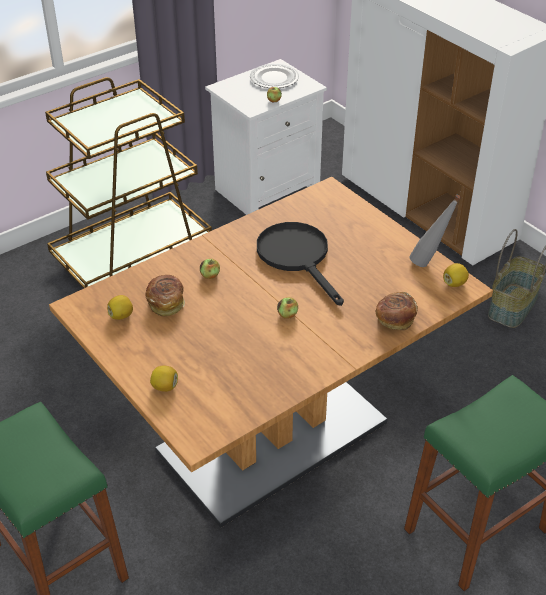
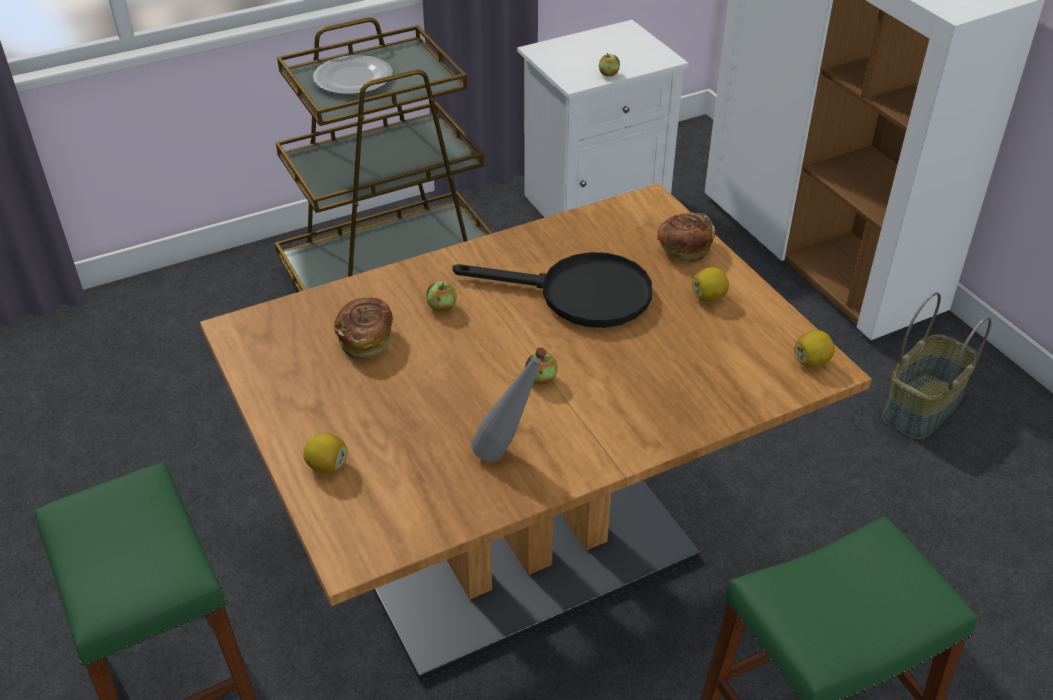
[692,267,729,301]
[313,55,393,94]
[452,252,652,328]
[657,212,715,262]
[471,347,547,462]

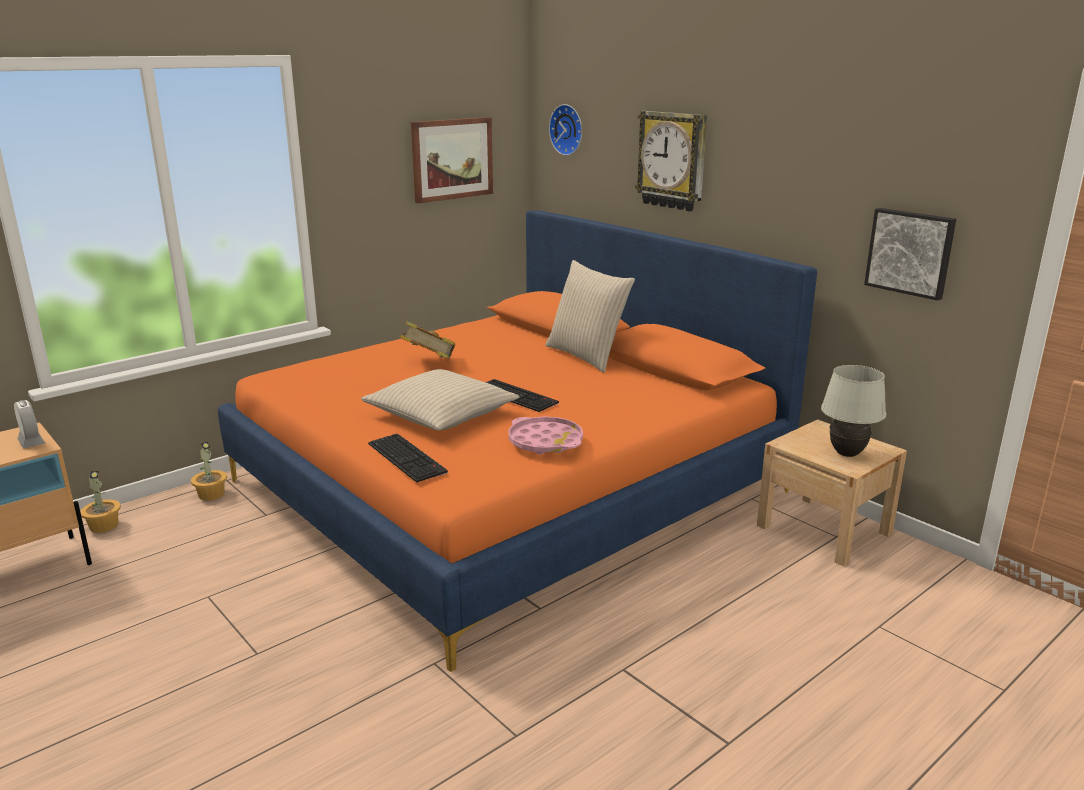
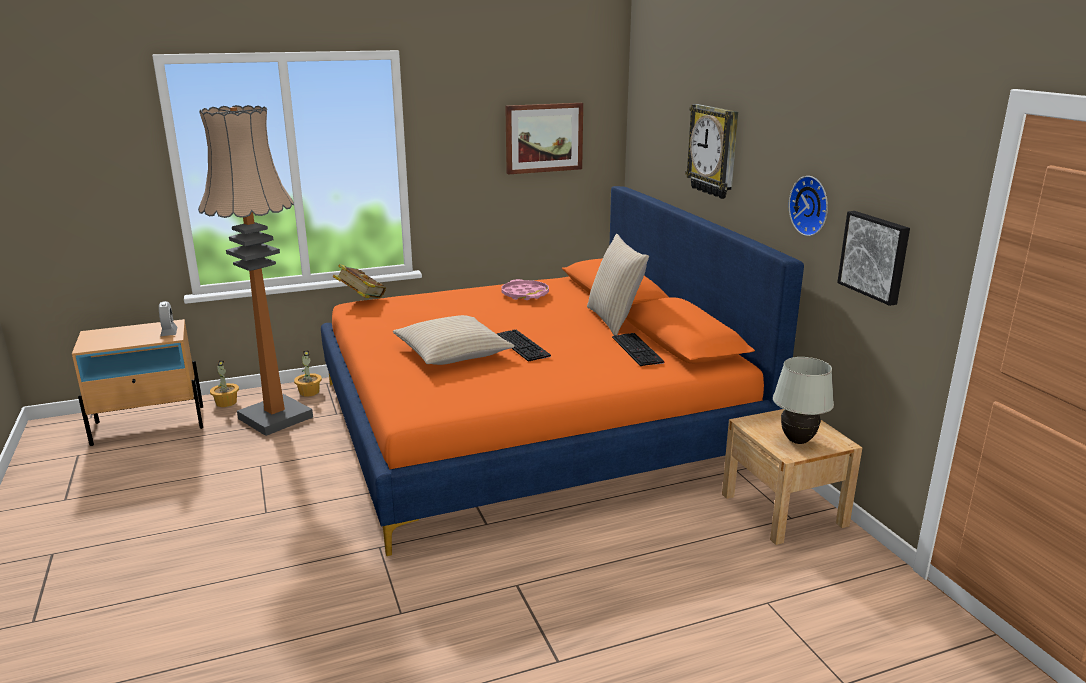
[612,333,664,366]
[333,264,386,298]
[501,279,549,300]
[789,176,828,236]
[198,105,313,436]

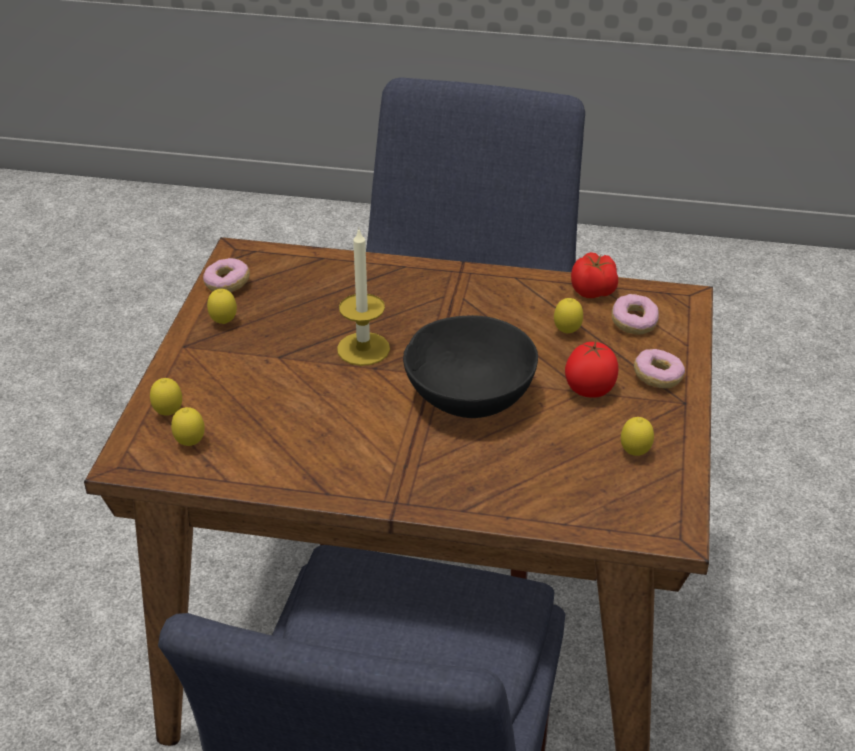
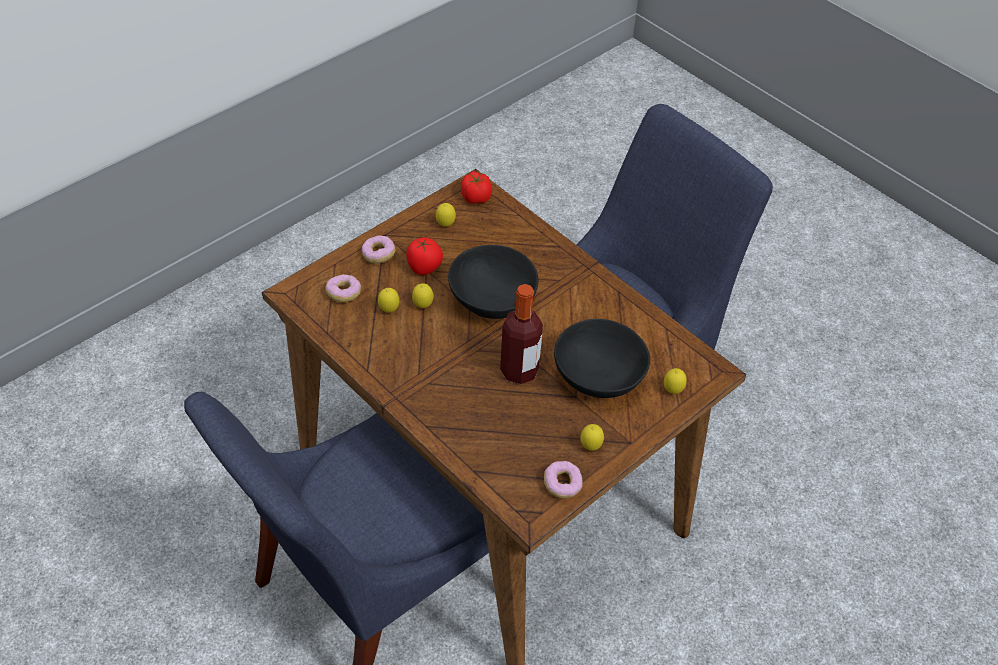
[412,283,434,308]
[500,284,543,384]
[461,171,492,204]
[554,319,650,398]

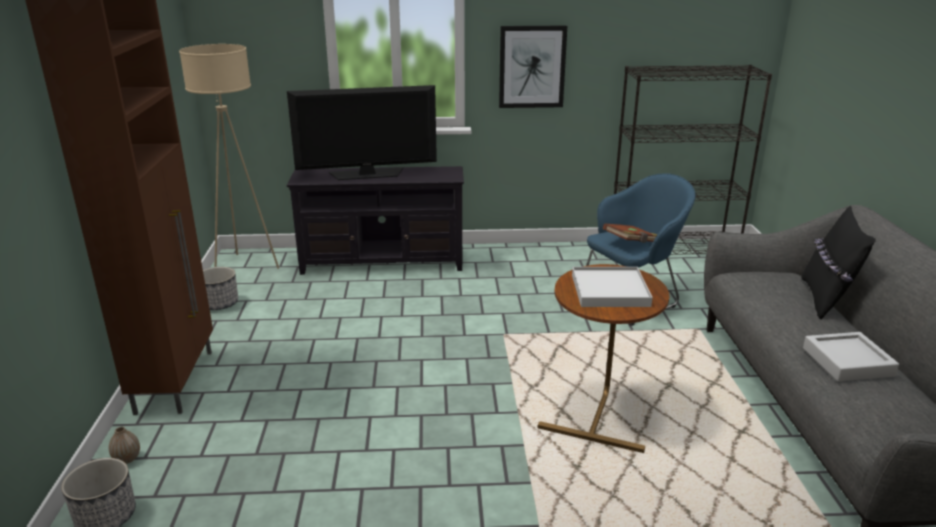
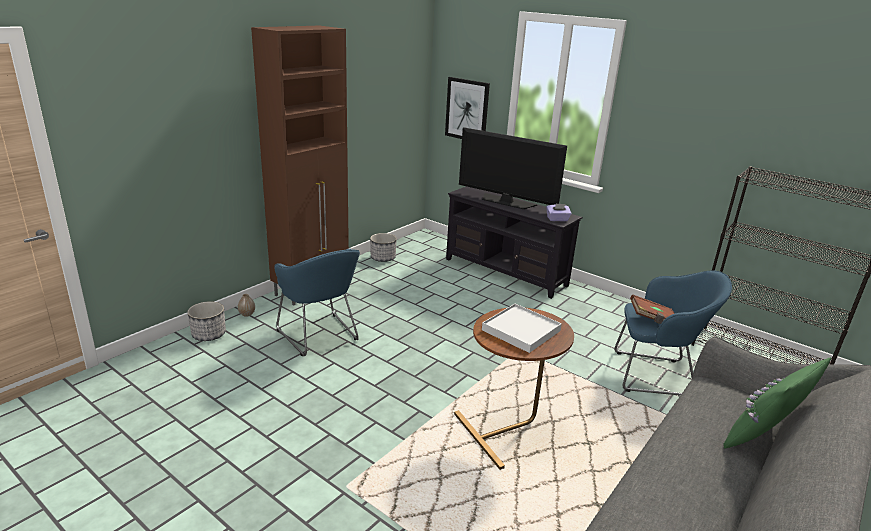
[179,44,279,269] (first image)
[445,77,490,139]
[723,358,831,448]
[803,332,899,381] (first image)
[274,248,360,356]
[546,204,572,221]

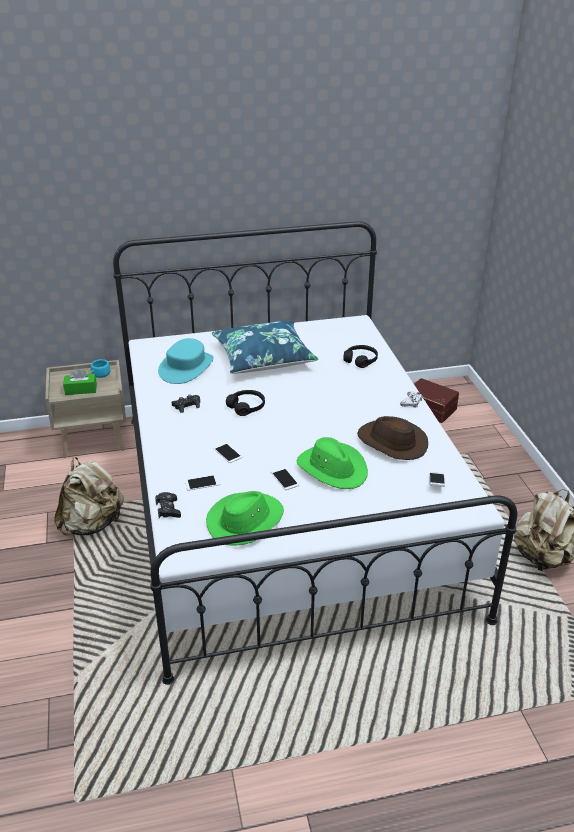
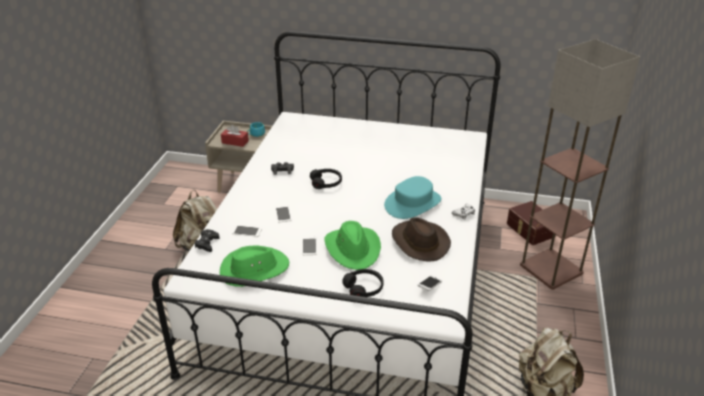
[221,125,249,147]
[384,176,442,219]
[212,321,318,374] (first image)
[342,269,383,297]
[520,39,640,290]

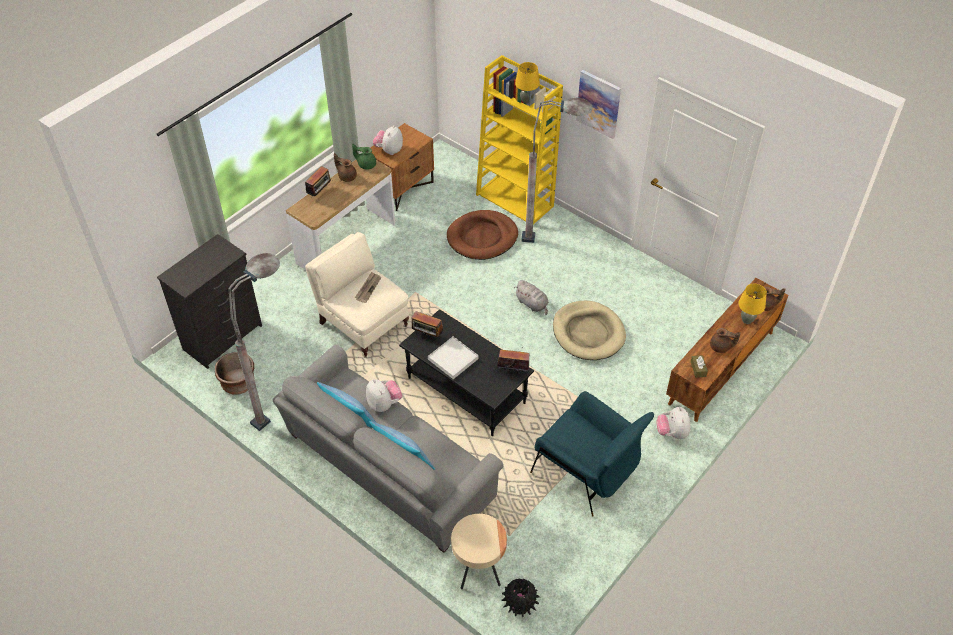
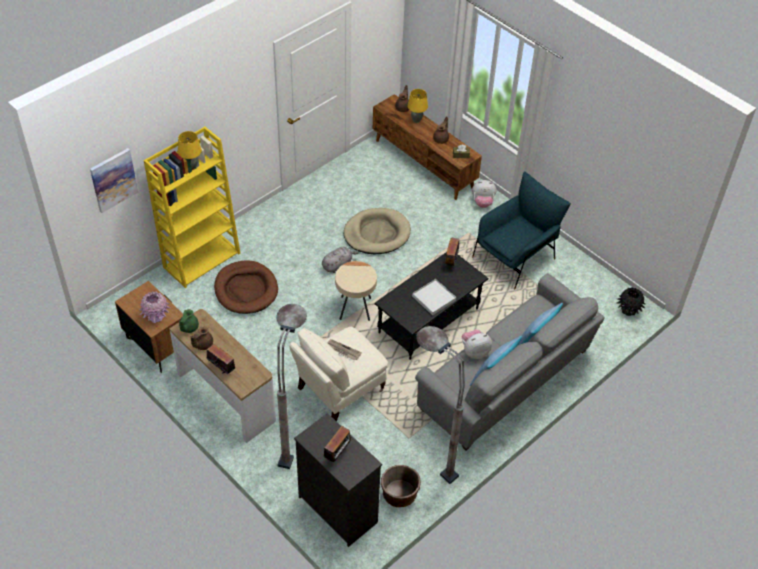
[139,292,170,323]
[324,426,353,462]
[335,261,377,321]
[276,304,307,469]
[90,148,138,213]

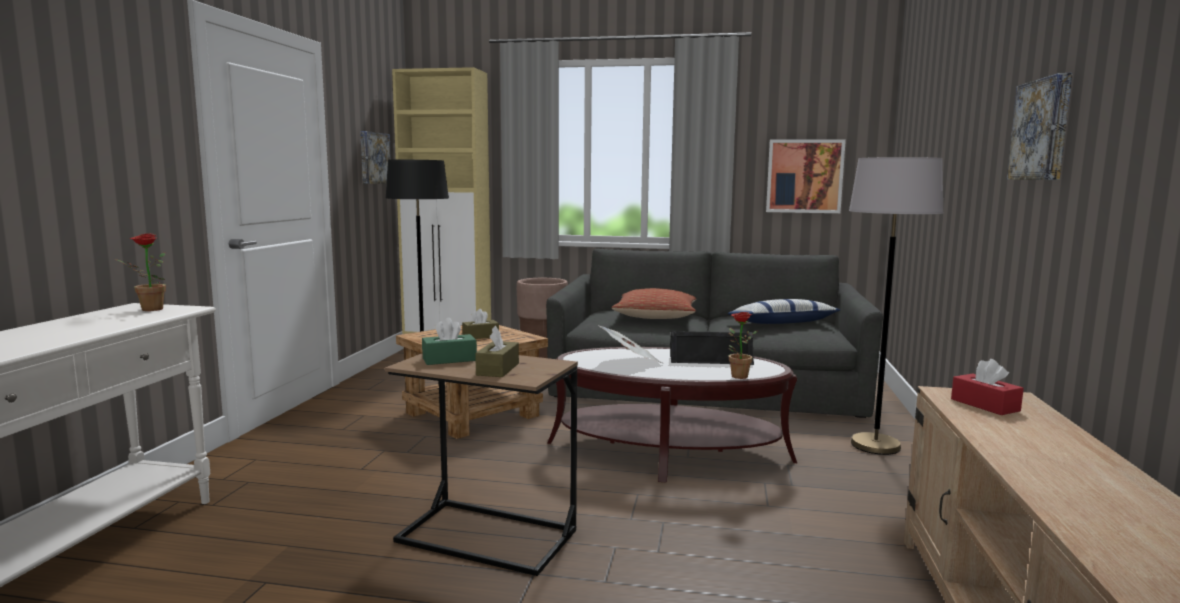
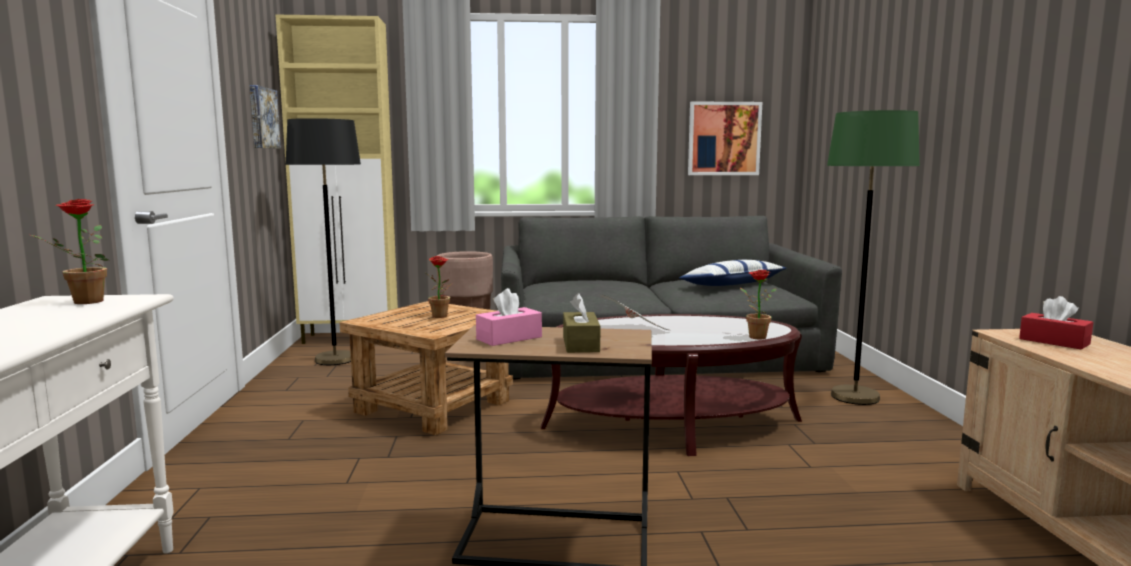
[476,288,542,346]
[426,256,451,318]
[612,288,697,319] (first image)
[670,330,754,365] (first image)
[827,110,920,405]
[1007,73,1073,180] (first image)

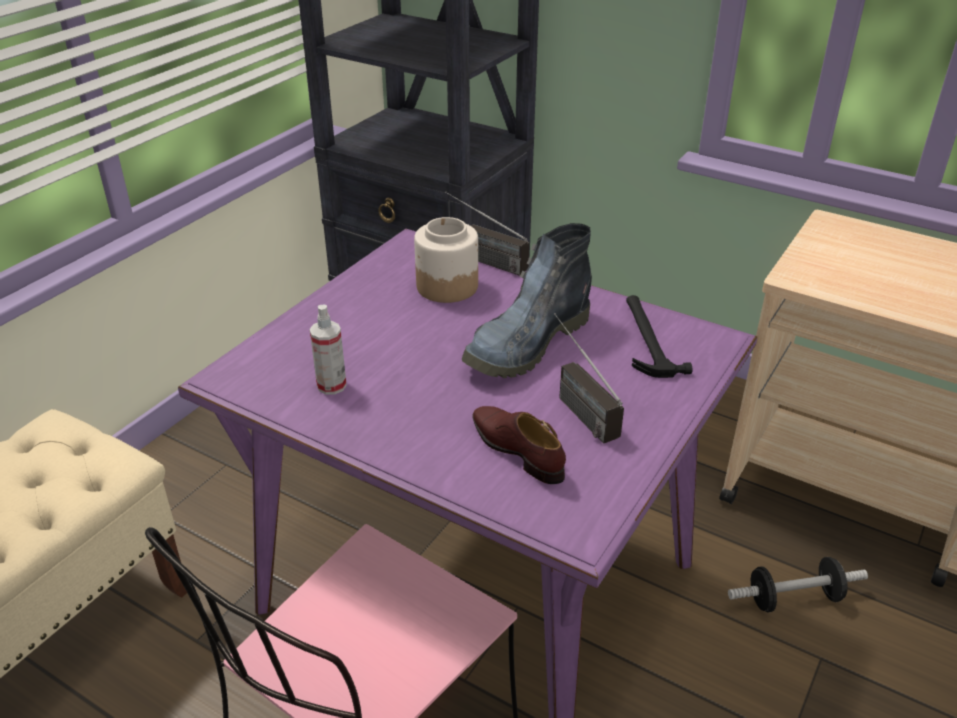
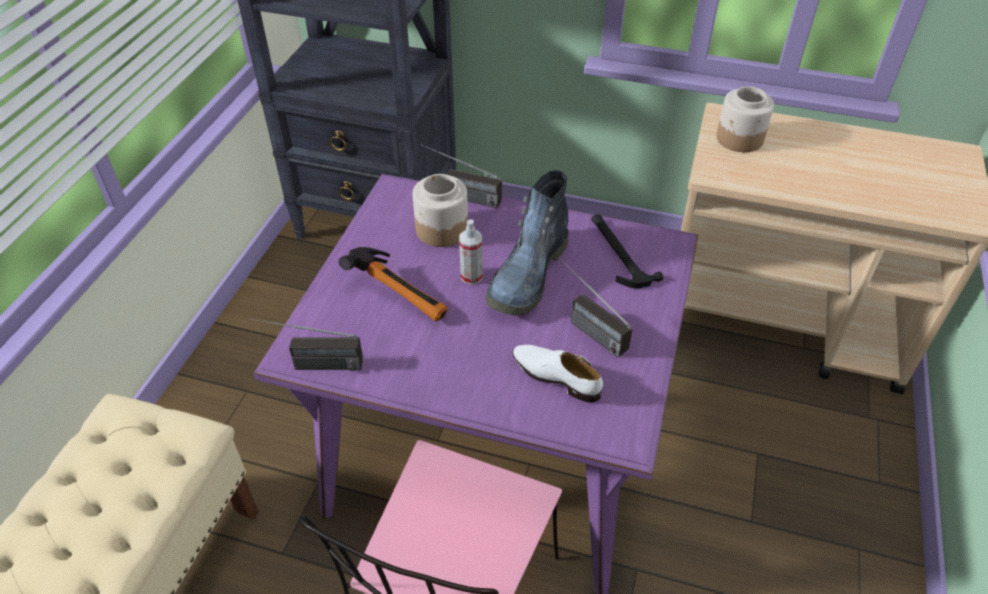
[459,219,483,285]
[513,345,603,403]
[728,557,868,613] (first image)
[249,318,363,371]
[338,247,448,321]
[716,86,774,152]

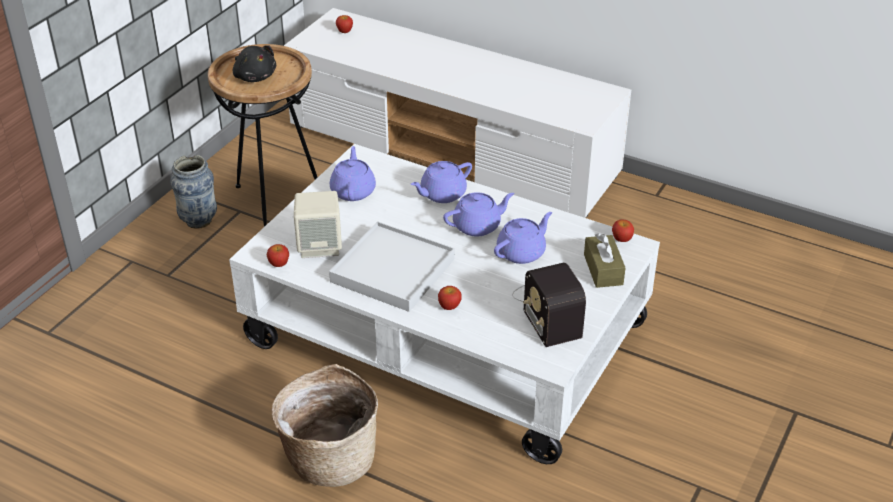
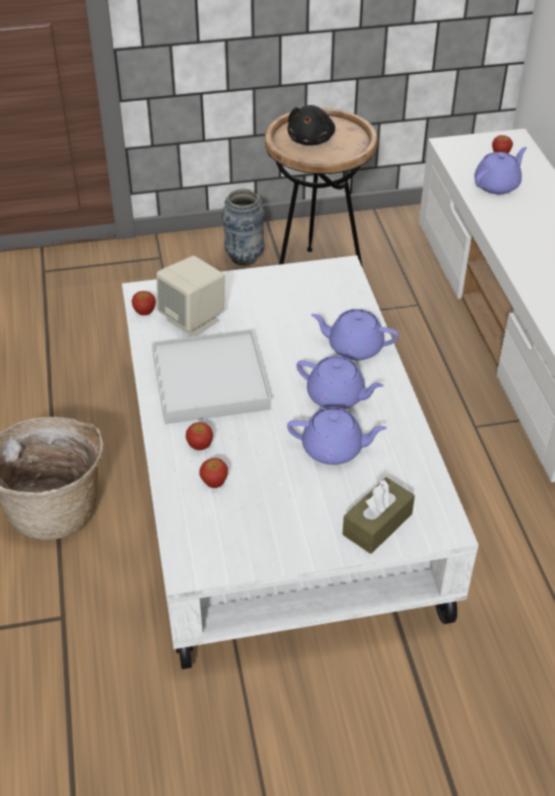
[475,147,527,194]
[512,263,586,347] (first image)
[199,458,228,488]

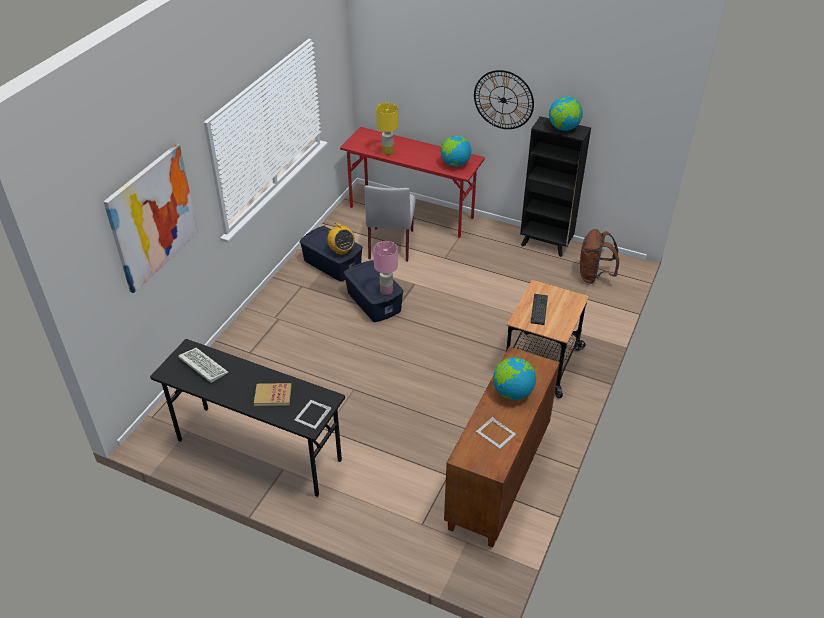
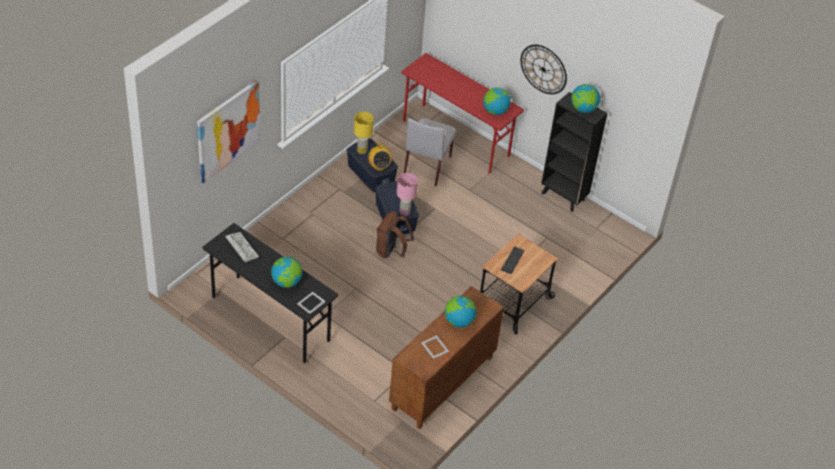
[271,257,303,288]
[354,112,374,154]
[376,211,414,258]

